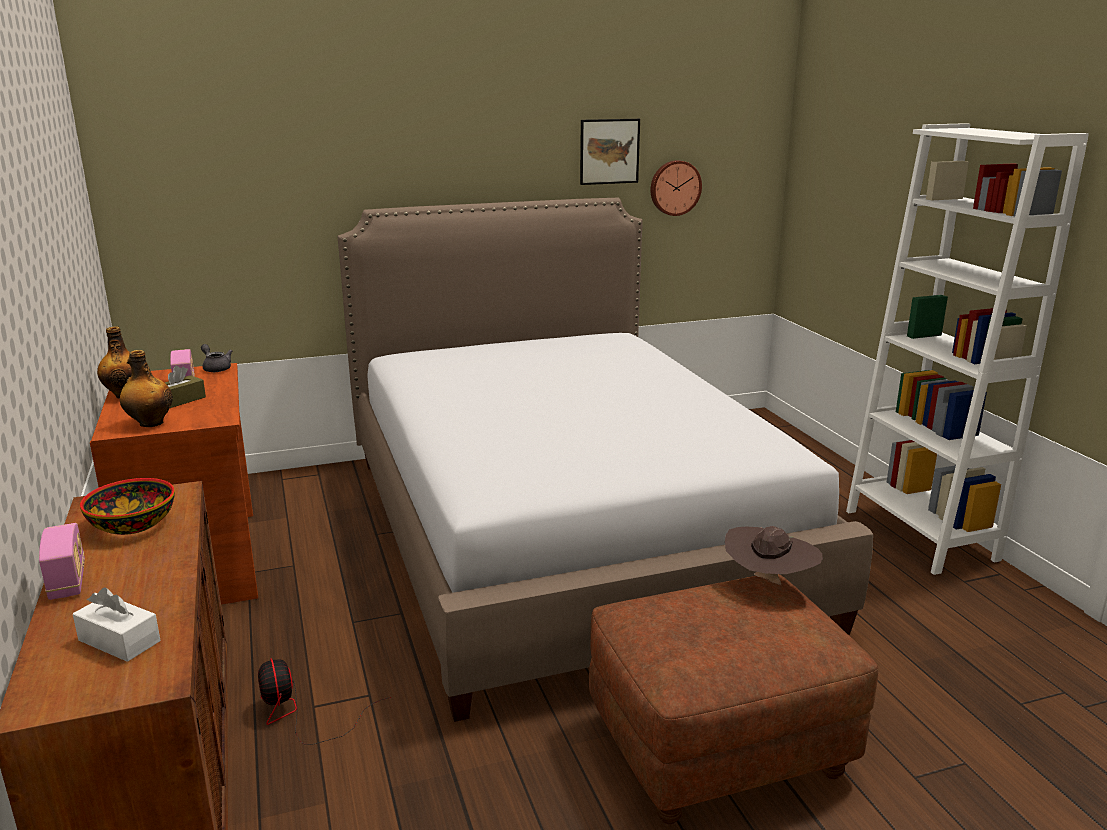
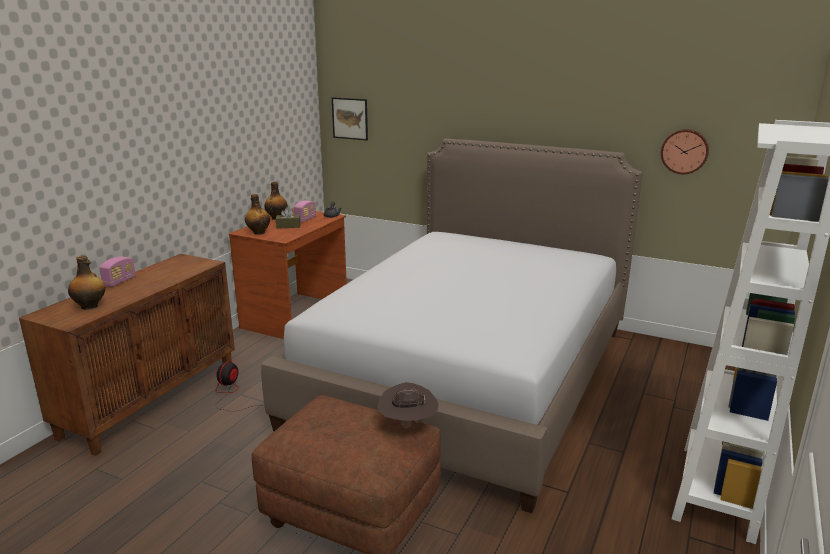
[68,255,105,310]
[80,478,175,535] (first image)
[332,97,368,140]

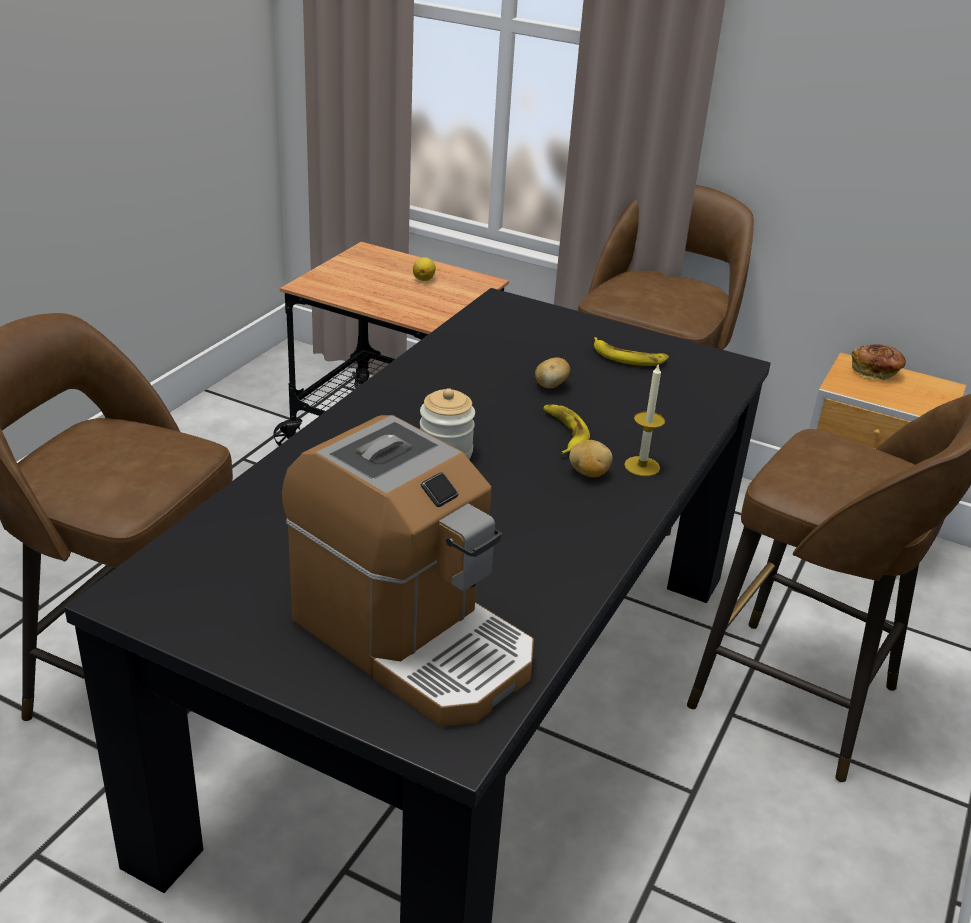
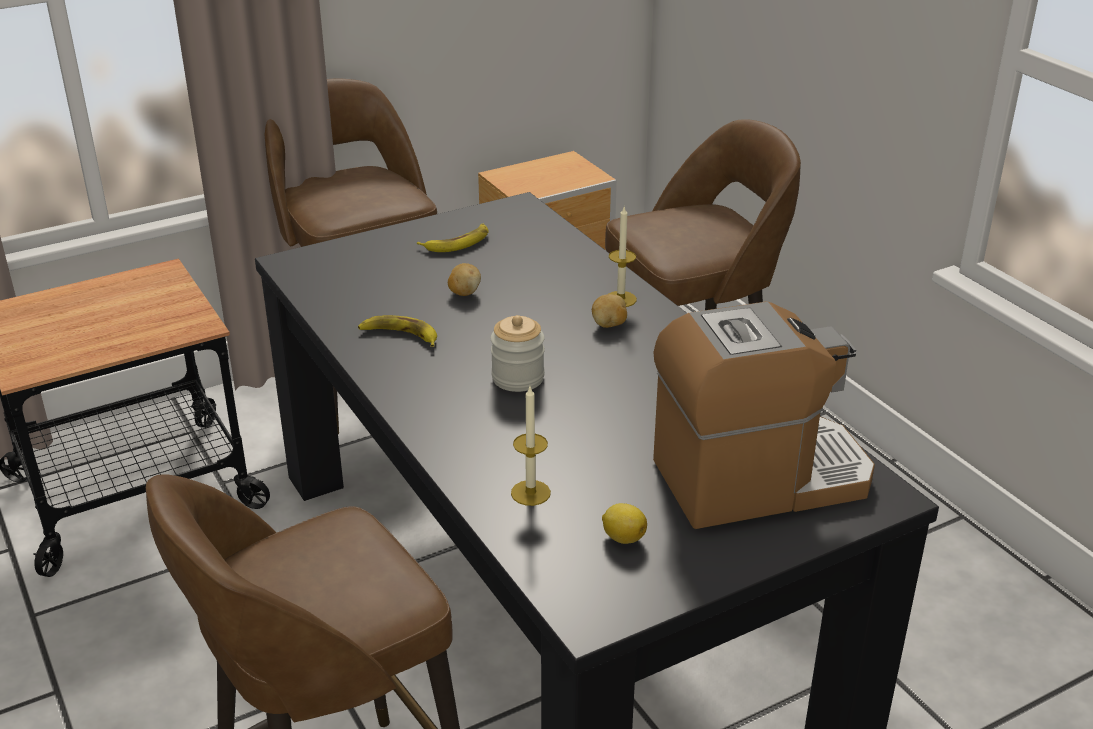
[602,503,647,544]
[358,315,437,347]
[852,344,906,380] (first image)
[511,387,551,506]

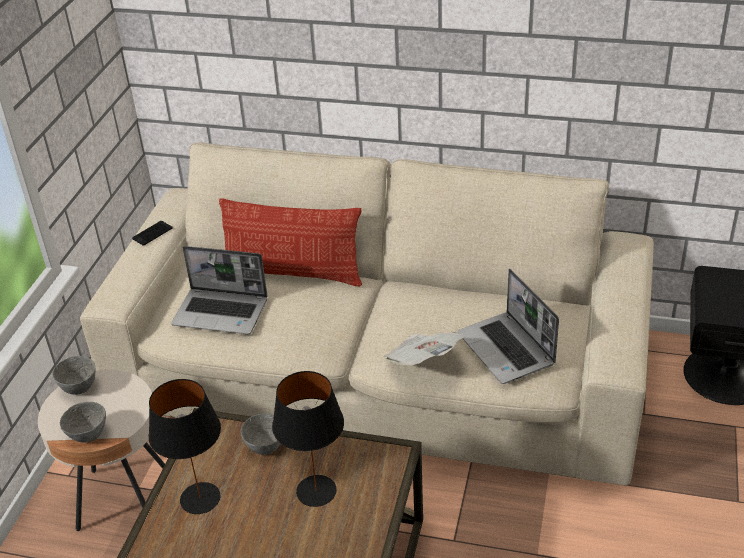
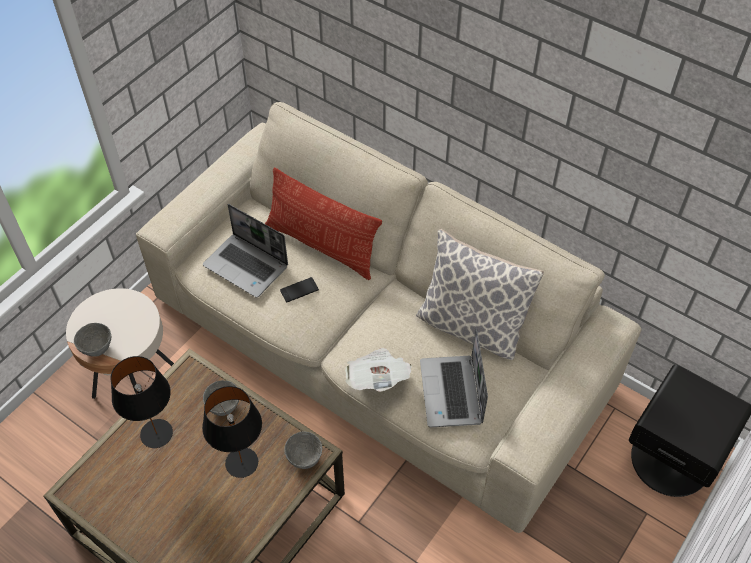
[284,432,322,469]
[280,277,319,303]
[416,229,544,360]

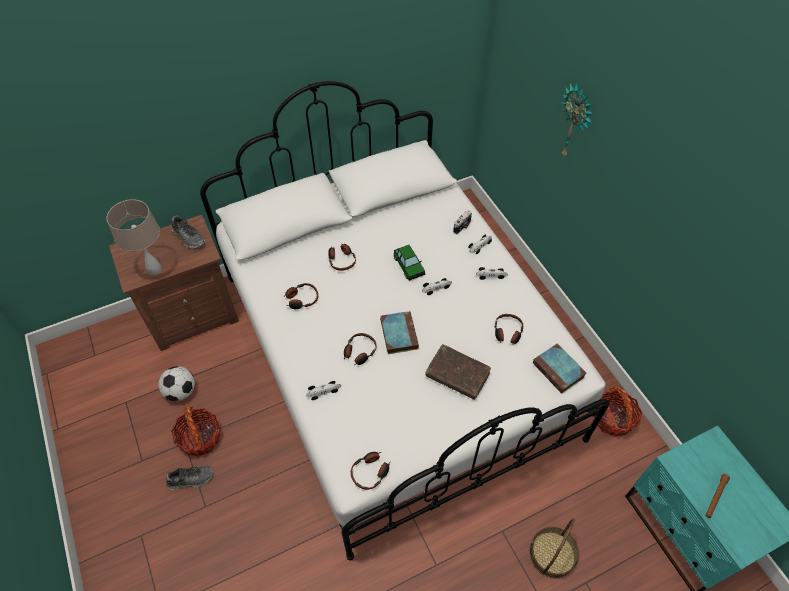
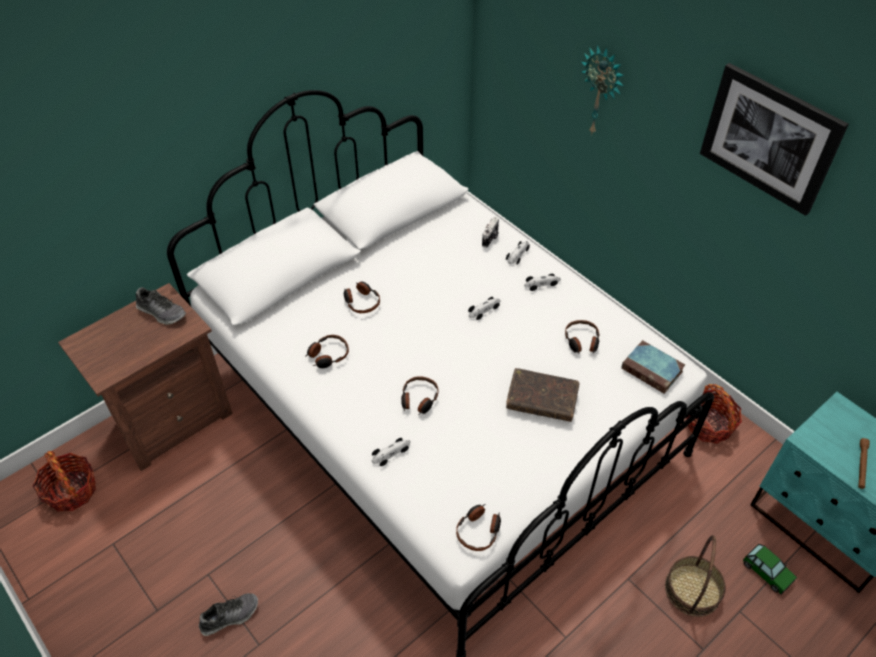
[107,199,162,276] (first image)
[158,366,195,401] (first image)
[33,451,96,512]
[380,311,419,354] (first image)
[743,544,797,595]
[700,63,849,216]

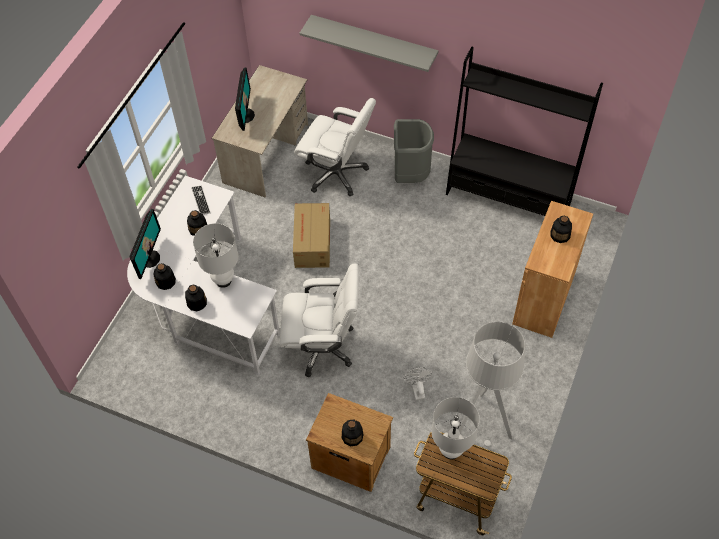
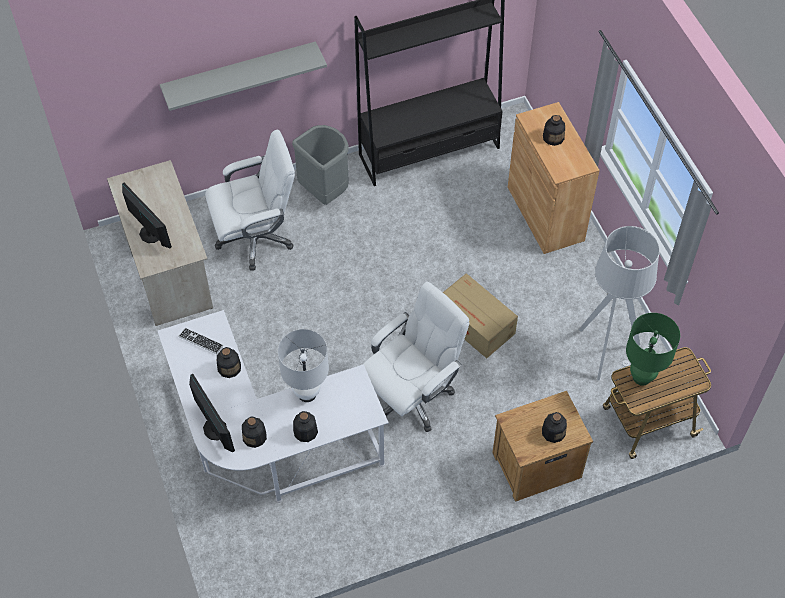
[443,273,518,358]
[403,367,432,400] (first image)
[626,313,680,385]

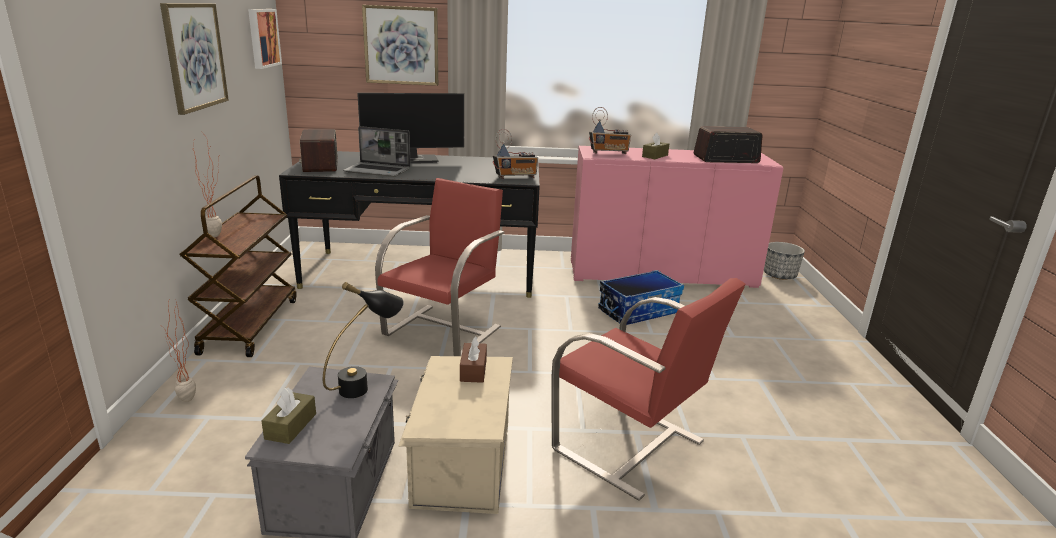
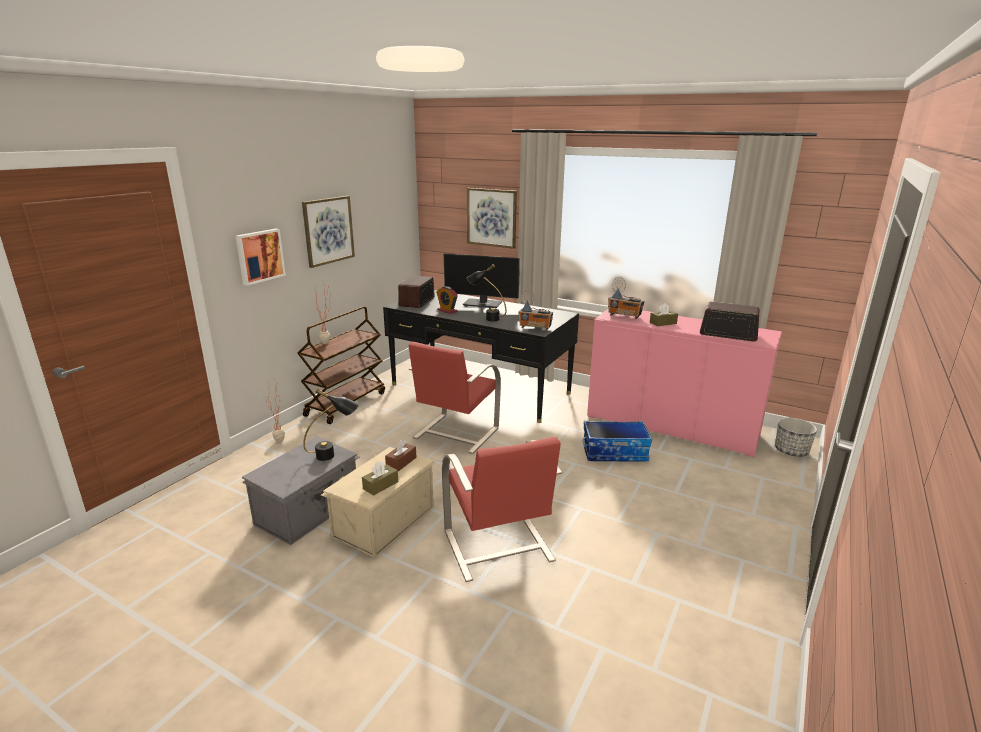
[236,228,286,286]
[362,461,398,496]
[436,286,458,314]
[408,342,501,454]
[467,264,506,321]

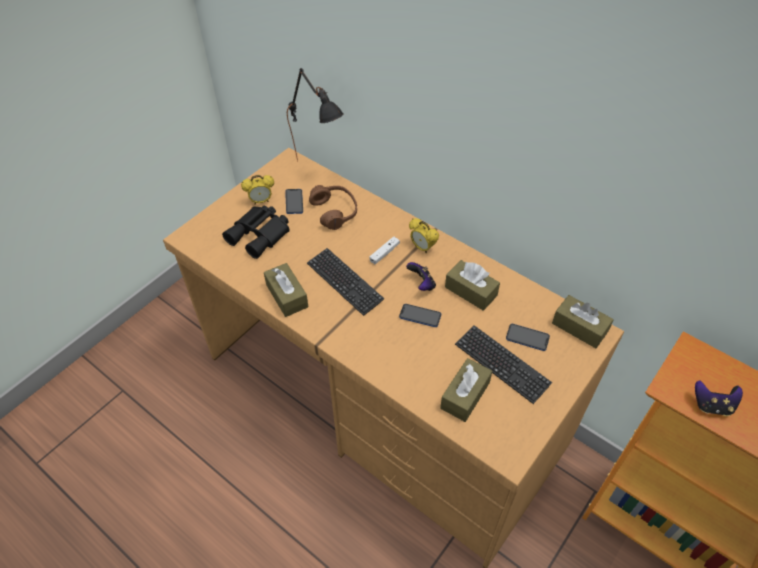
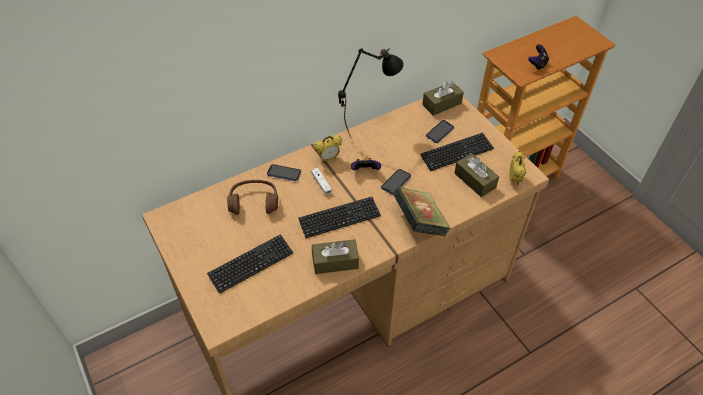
[207,234,293,294]
[509,151,526,185]
[267,164,301,181]
[338,48,404,138]
[445,260,500,311] (first image)
[393,187,451,236]

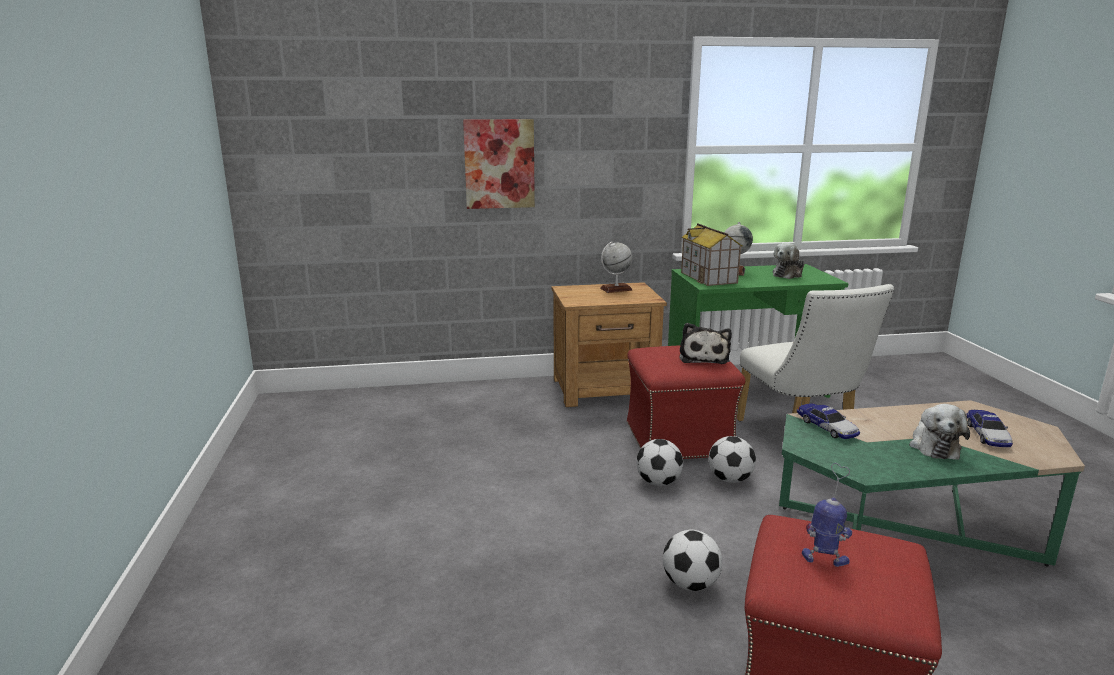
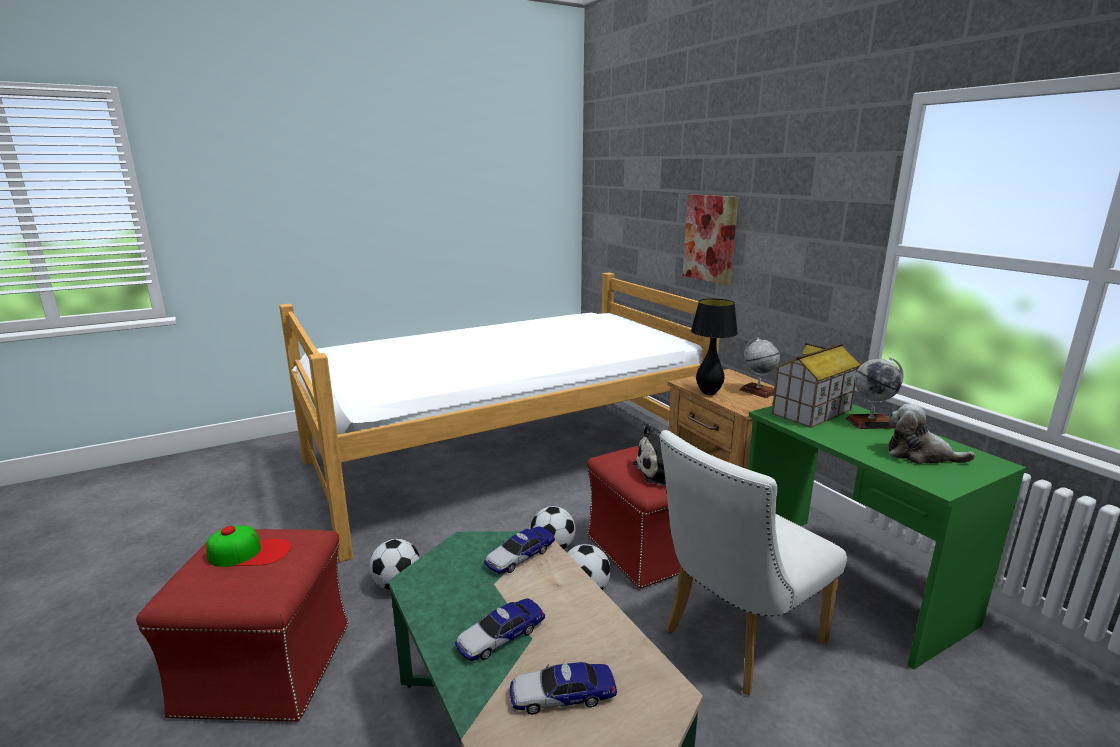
[206,525,291,567]
[455,598,545,661]
[279,272,720,562]
[691,299,738,395]

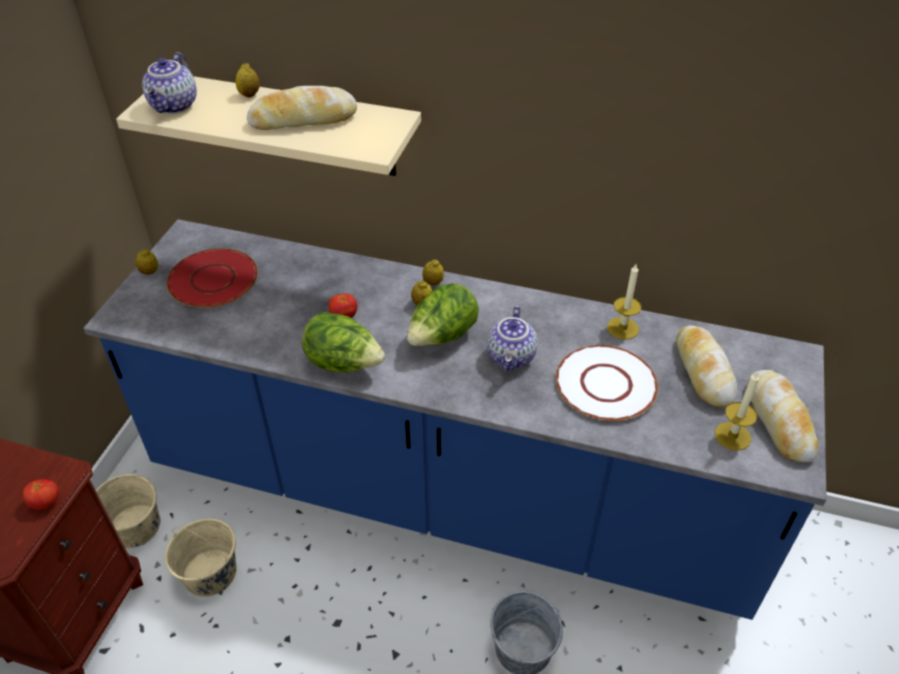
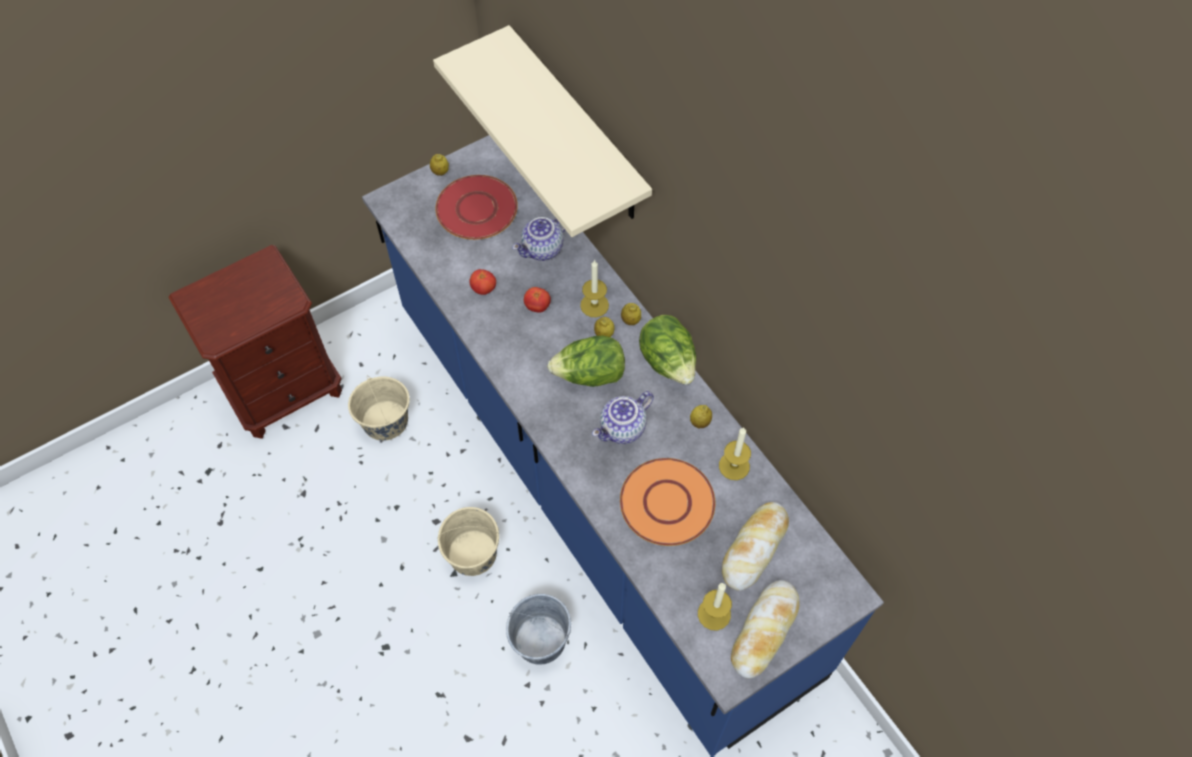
[469,269,496,295]
[437,507,499,576]
[512,217,565,261]
[690,405,712,428]
[247,86,357,130] (first image)
[639,315,696,385]
[620,458,715,546]
[580,260,609,317]

